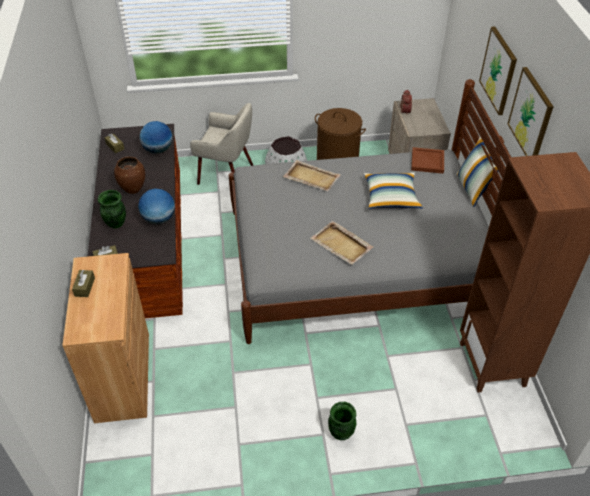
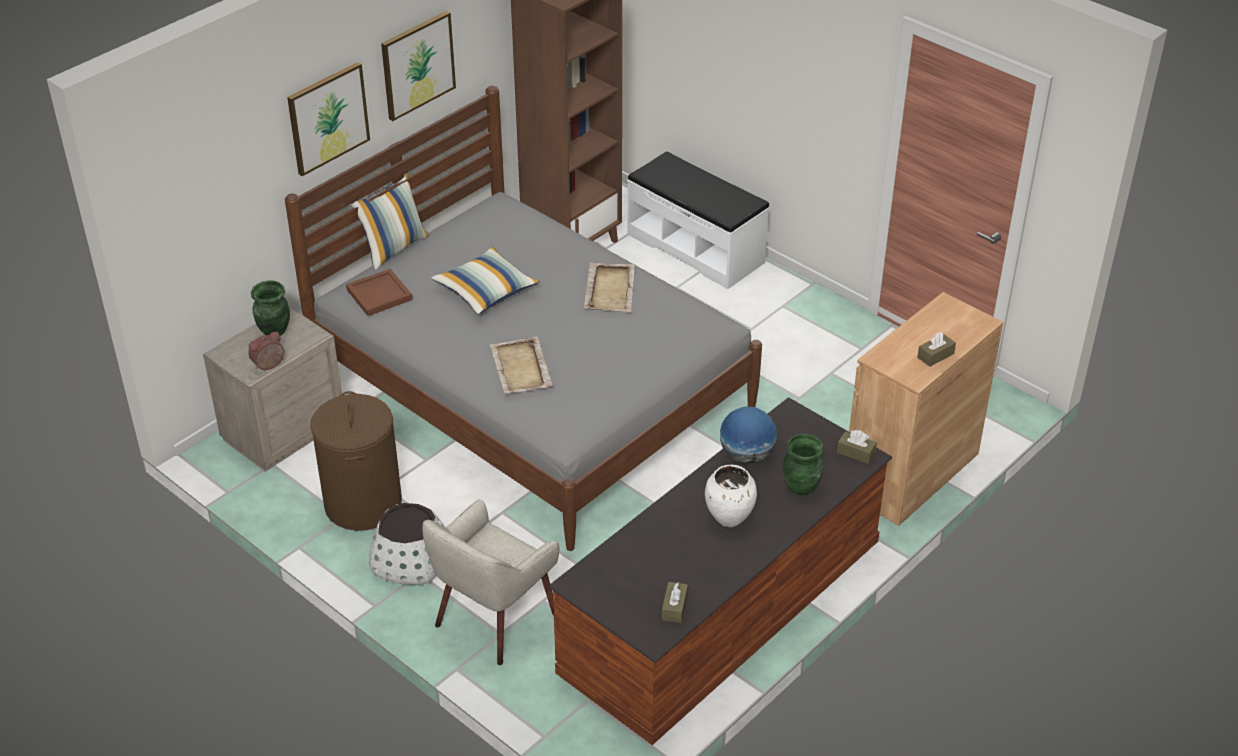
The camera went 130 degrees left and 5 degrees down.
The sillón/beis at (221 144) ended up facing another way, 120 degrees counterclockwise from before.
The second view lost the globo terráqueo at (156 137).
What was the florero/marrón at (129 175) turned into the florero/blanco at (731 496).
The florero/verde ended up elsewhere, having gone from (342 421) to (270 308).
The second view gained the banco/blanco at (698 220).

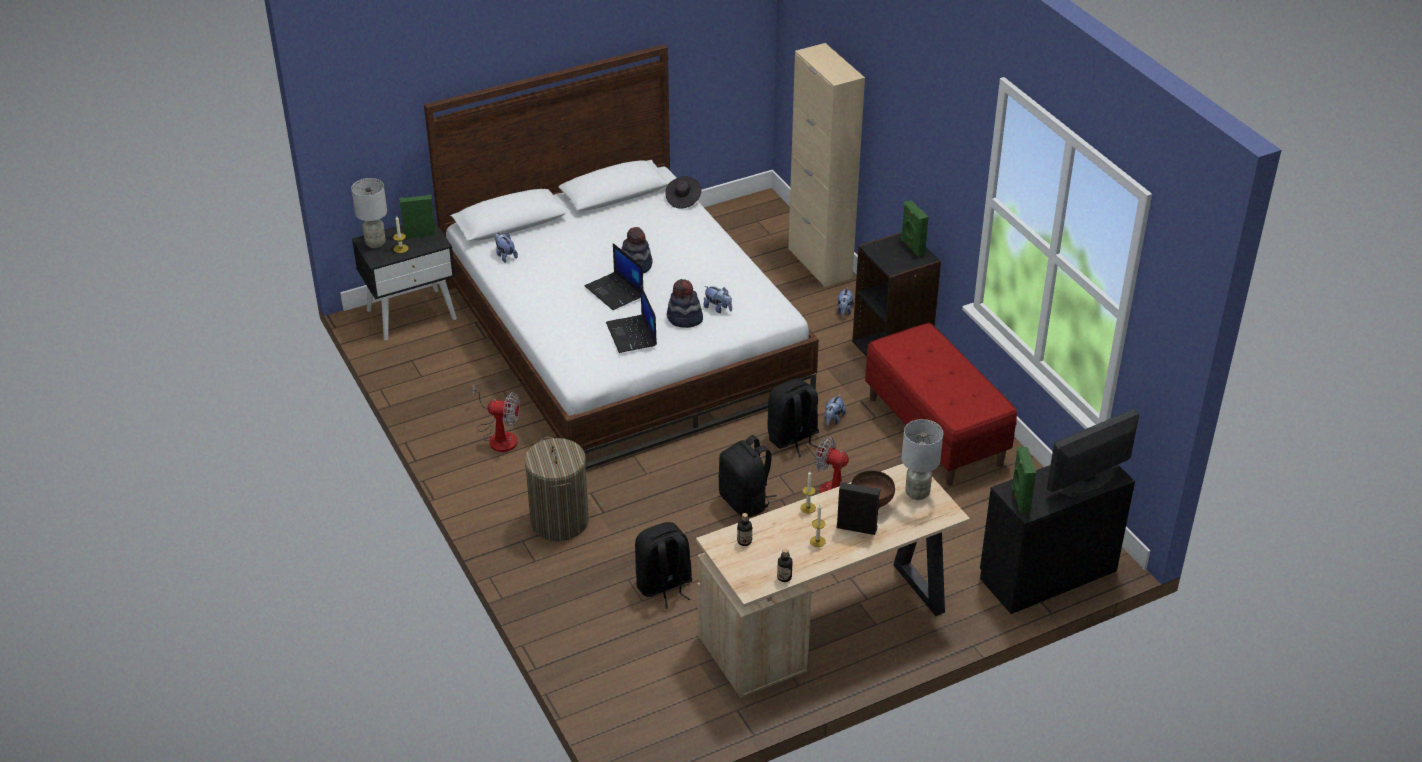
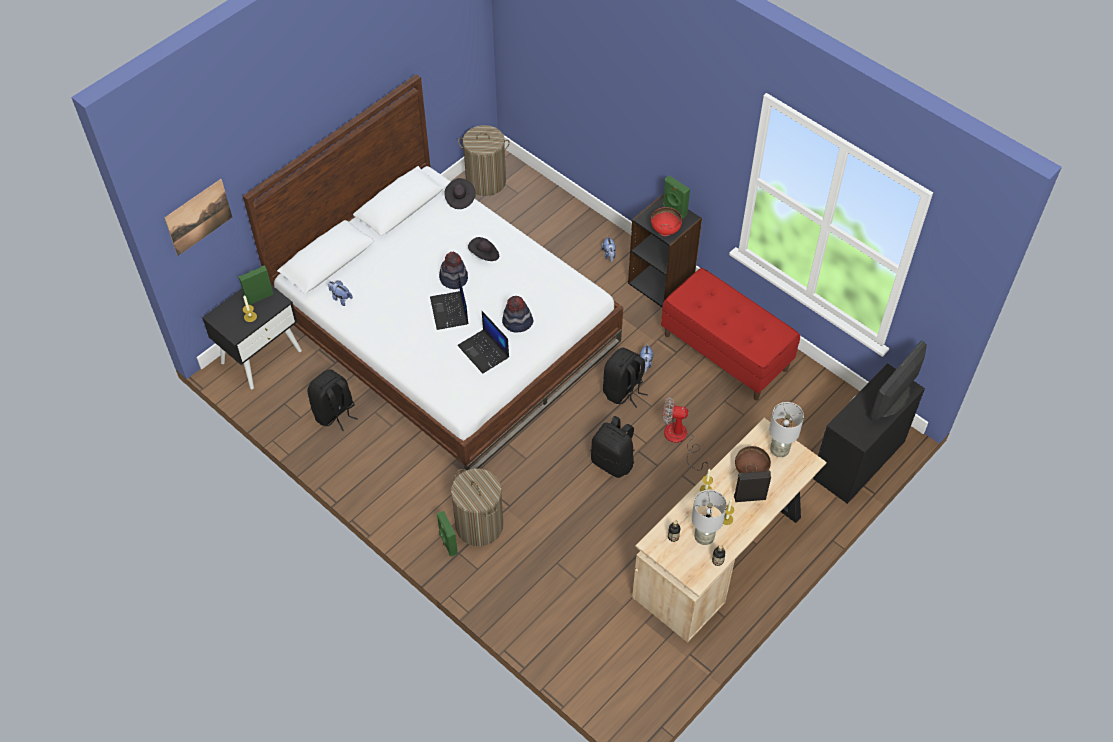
The camera went 20 degrees left and 15 degrees up.
The second view lost the armario/beis at (826 165).
The lámpara de mesa/gris ended up elsewhere, having gone from (369 213) to (709 517).
The portátil at (614 276) ended up facing another way, 45 degrees clockwise from before.
The second view lost the peluche at (717 299).
The second view lost the ventilador at (496 418).
The altavoz/verde ended up elsewhere, having gone from (1023 480) to (447 534).
The mochila/negro ended up elsewhere, having gone from (663 565) to (332 400).
The second view gained the cesto de la ropa at (484 160).
The second view gained the cuadro at (198 217).
The second view gained the cuenco/rojo at (666 221).
The second view gained the sombrero/negro at (483 249).

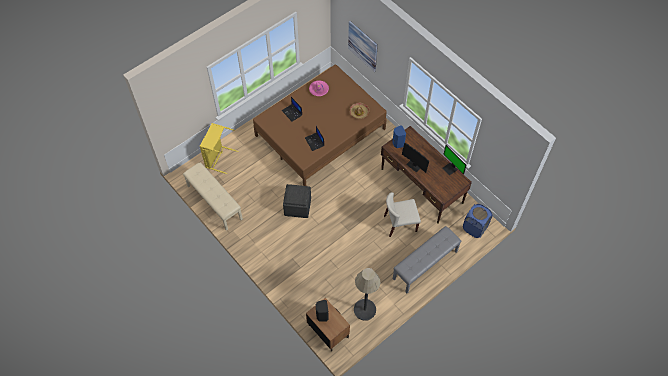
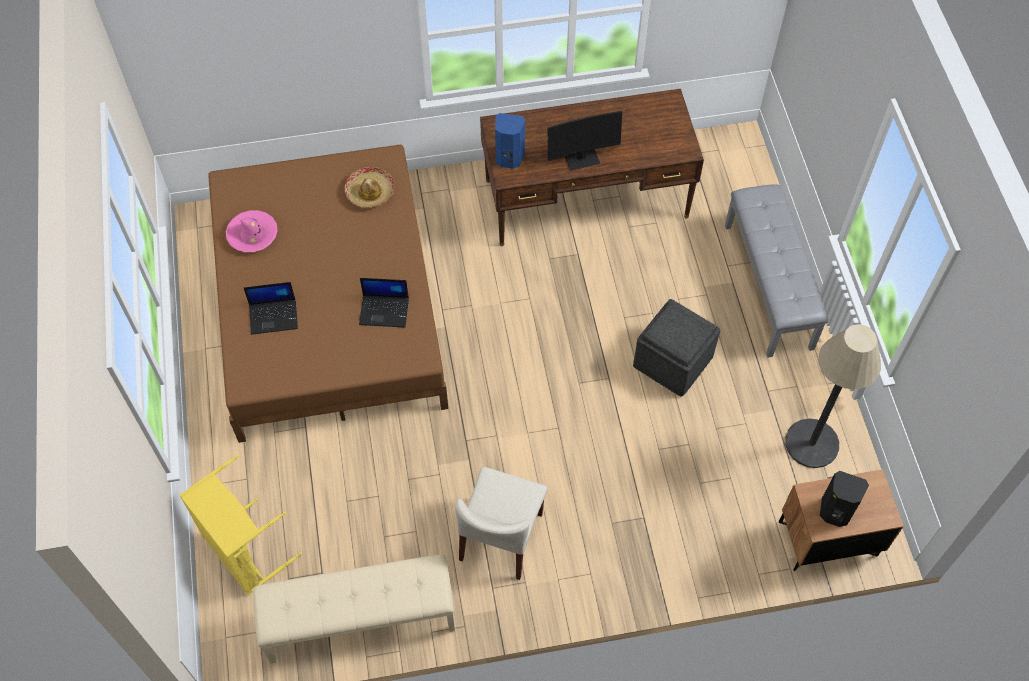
The camera went 60 degrees left and 0 degrees up.
The second view lost the cuadro at (363 46).
The second view lost the monitor at (454 160).
The puf/gris ended up elsewhere, having gone from (297 201) to (676 348).
The silla/beis ended up elsewhere, having gone from (402 214) to (501 523).
The second view lost the cesto de la ropa/azul at (477 221).

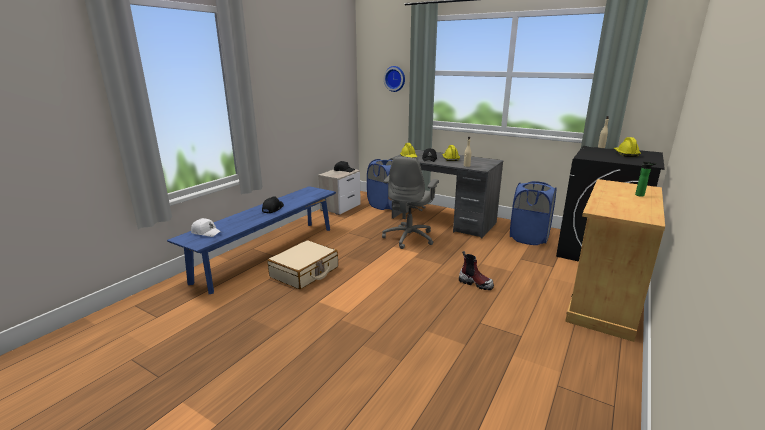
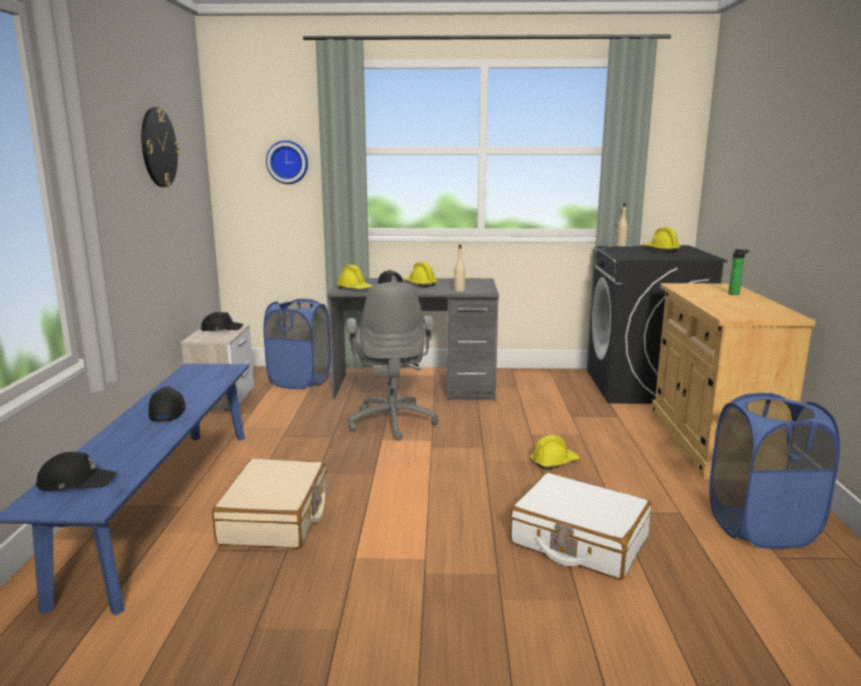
The camera went 30 degrees left and 5 degrees down.
The cesto de la ropa/azul ended up elsewhere, having gone from (533 213) to (775 471).
What was the gorra/blanco at (206 227) turned into the gorra/negro at (76 471).
Where the bota stood at (476 270), the casco/amarillo came to stand at (555 452).
The second view gained the reloj de pared at (160 147).
The second view gained the maleta/blanco at (580 526).

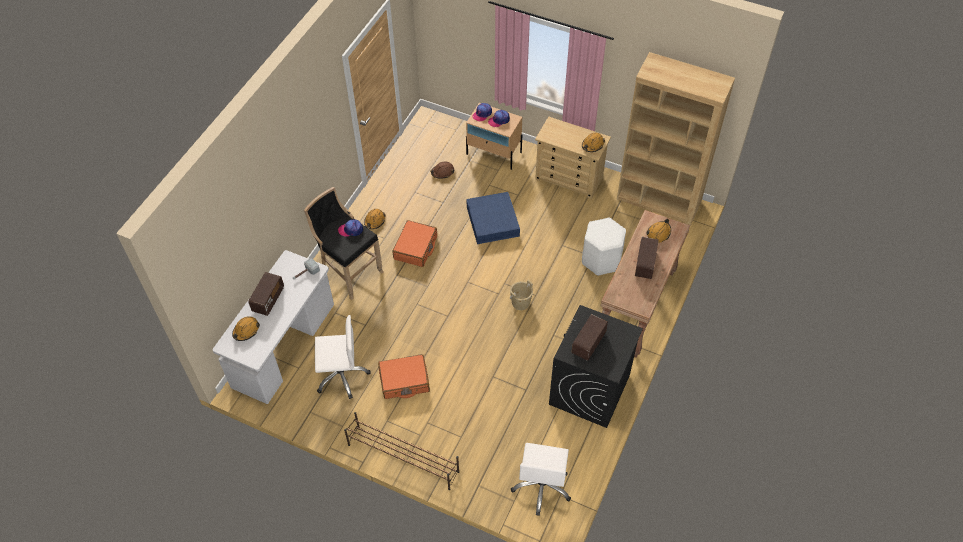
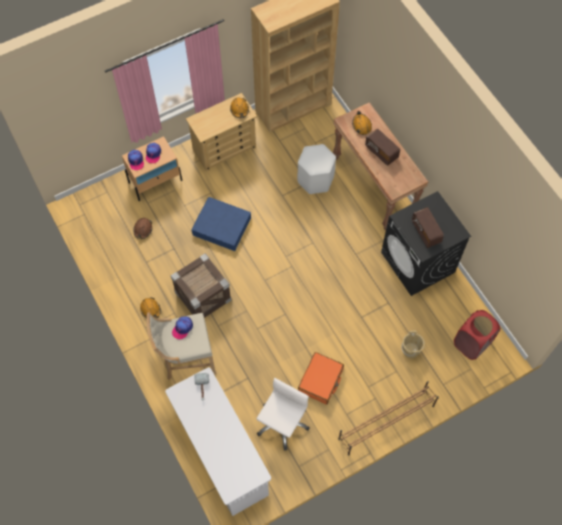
The camera went 55 degrees left and 10 degrees up.
What was the taburete/negro at (344 243) turned into the taburete/beis at (181 346).
Where the maleta/naranja stood at (414 243), the caja de embalaje came to stand at (201 285).
The second view lost the radio at (266 294).
The cubo/beis ended up elsewhere, having gone from (521 295) to (413 344).
The second view lost the casco/naranja at (246 328).
Where the silla de oficina/blanco stood at (541 479), the cesto de la ropa/rojo came to stand at (477 335).

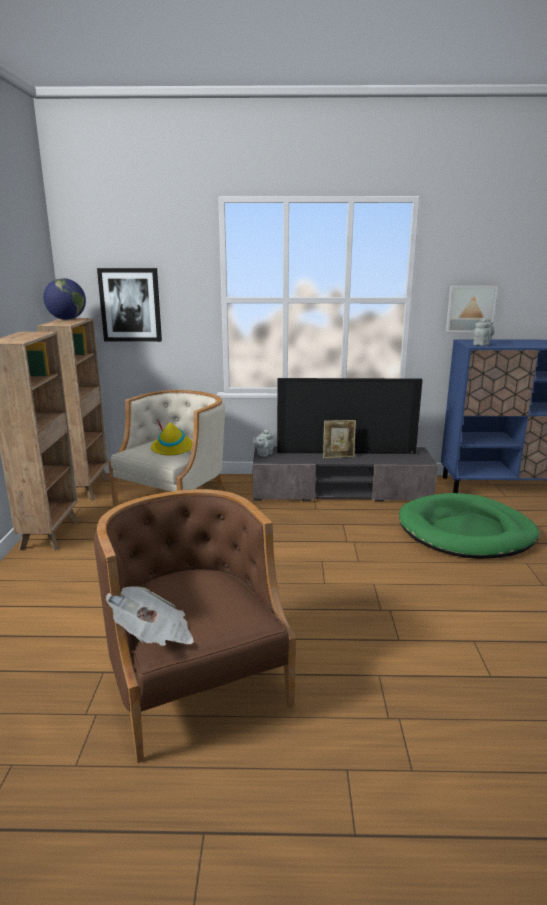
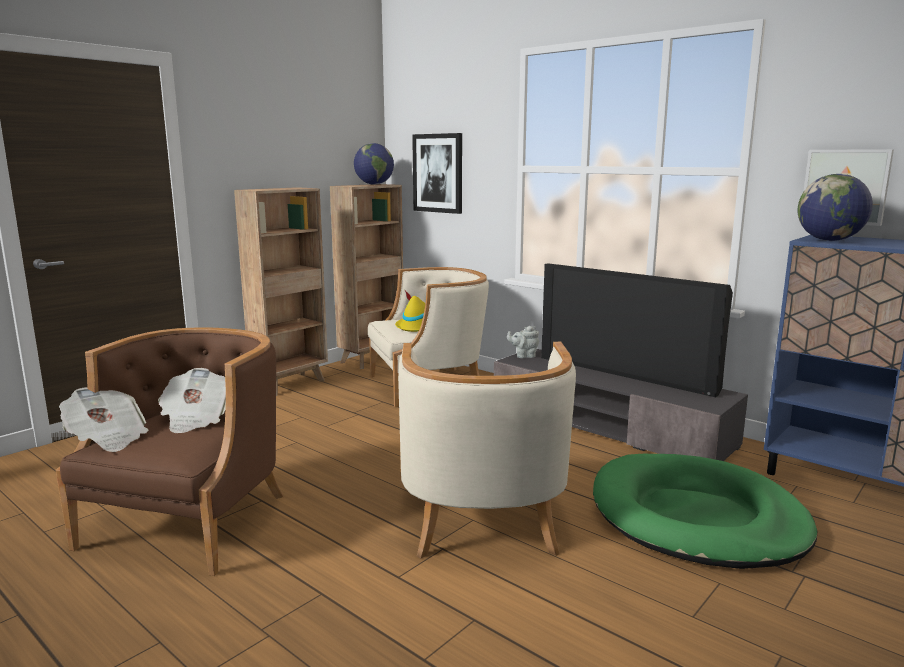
The camera went 40 degrees right and 5 degrees down.
Where the tetera/gris stood at (484 332), the globo terráqueo came to stand at (835 207).
The second view lost the portarretratos at (339 439).
The second view gained the sillón/beis at (487 450).
The second view gained the periódico at (192 400).

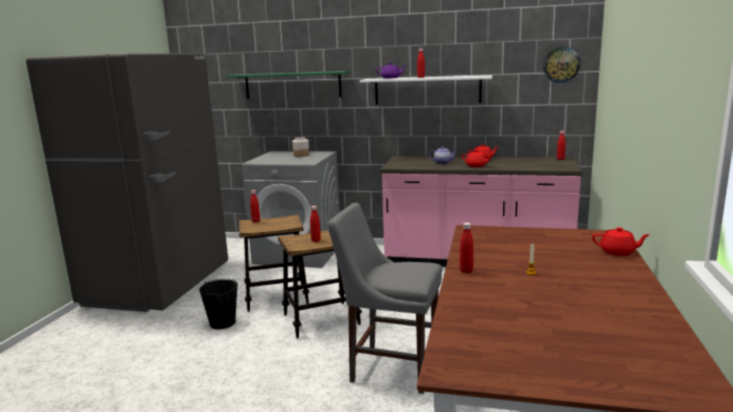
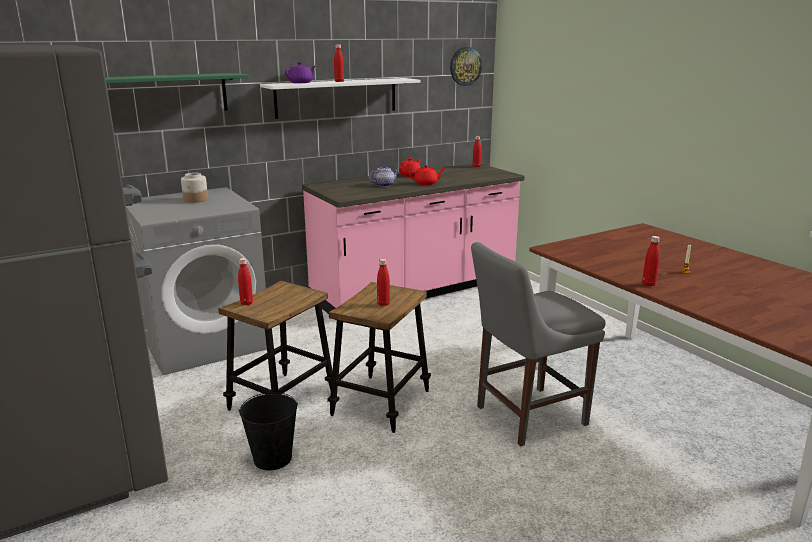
The camera went 45 degrees left and 5 degrees up.
The second view lost the tetera/rojo at (621 241).

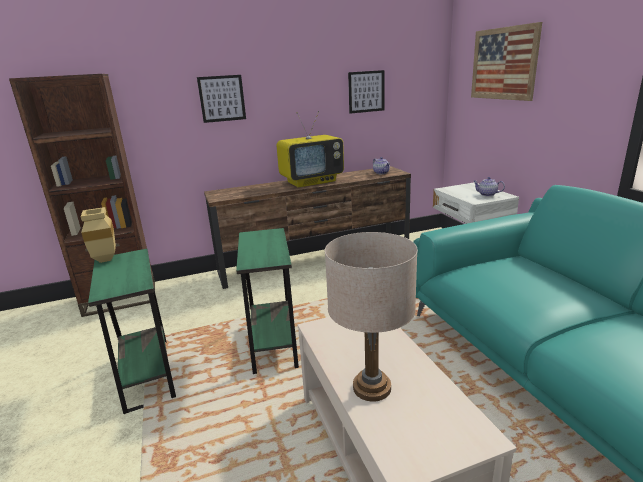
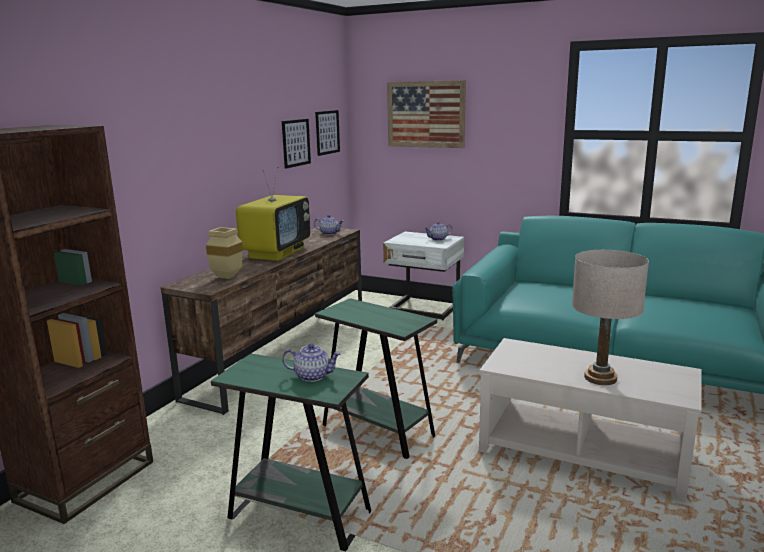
The camera went 45 degrees left and 5 degrees down.
The cuadro ended up elsewhere, having gone from (221 99) to (327 133).
The florero/beis ended up elsewhere, having gone from (98 235) to (224 253).
The second view gained the tetera at (311 362).

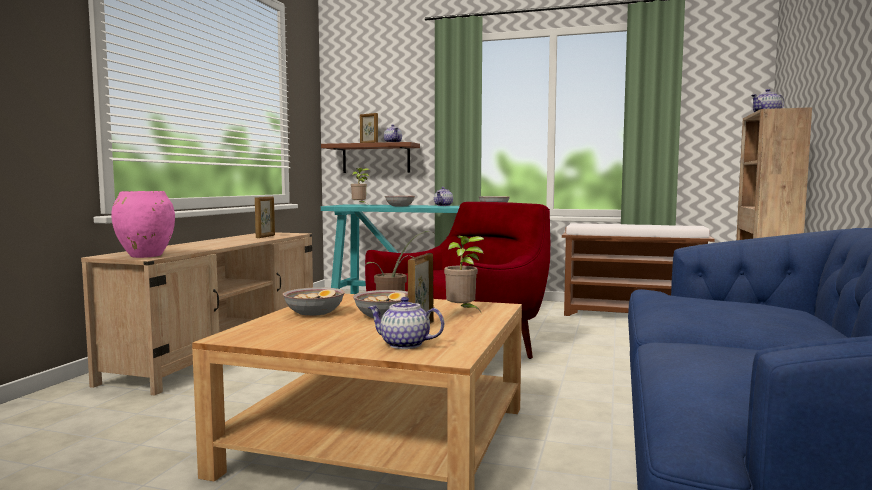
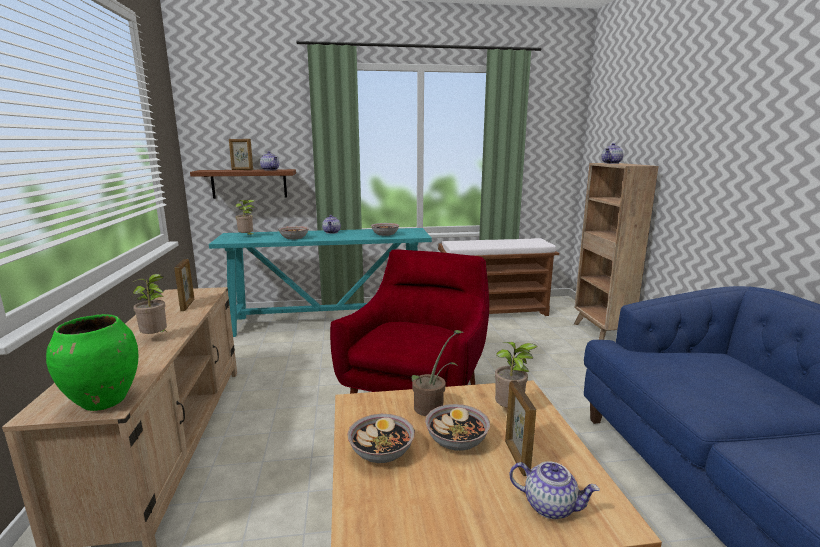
The camera went 25 degrees left and 10 degrees up.
What was the florero/rosa at (143 224) turned into the florero/verde at (92 362).
The tetera at (406 323) ended up facing another way, 150 degrees counterclockwise from before.
The second view gained the planta en maceta at (149 304).

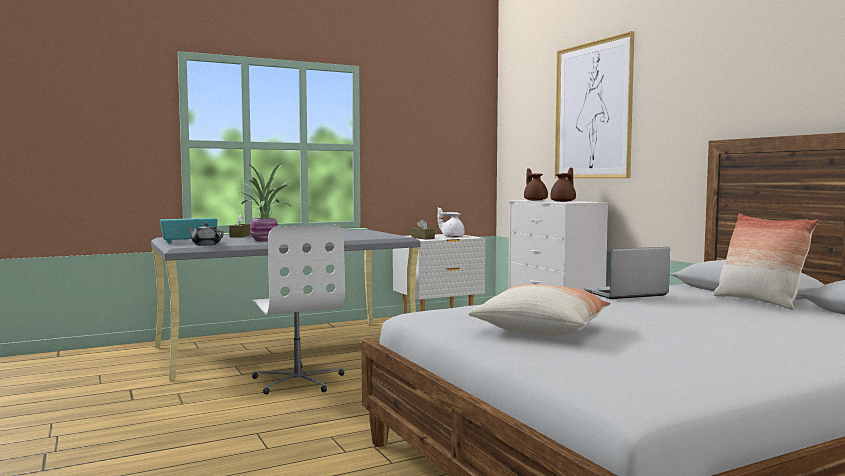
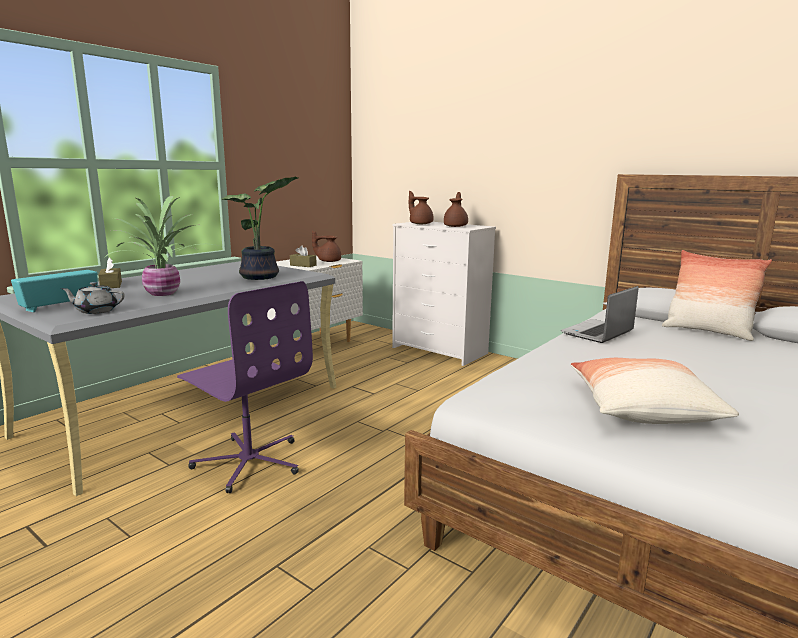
The camera went 25 degrees left and 10 degrees up.
The second view lost the cuadro at (594 104).
What was the tetera/blanco at (451 222) turned into the tetera/marrón at (326 246).
What was the silla de oficina/blanco at (298 309) turned into the silla de oficina/morado at (245 387).
The second view gained the planta en maceta at (260 228).

